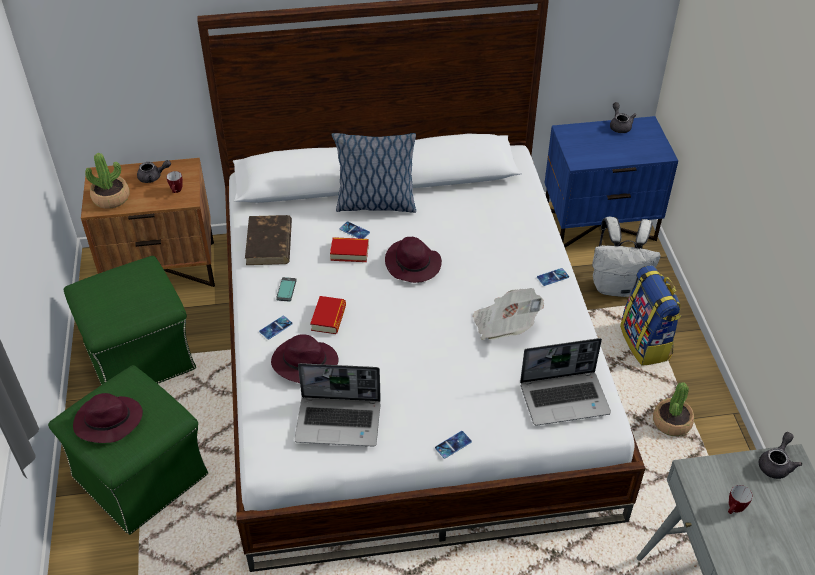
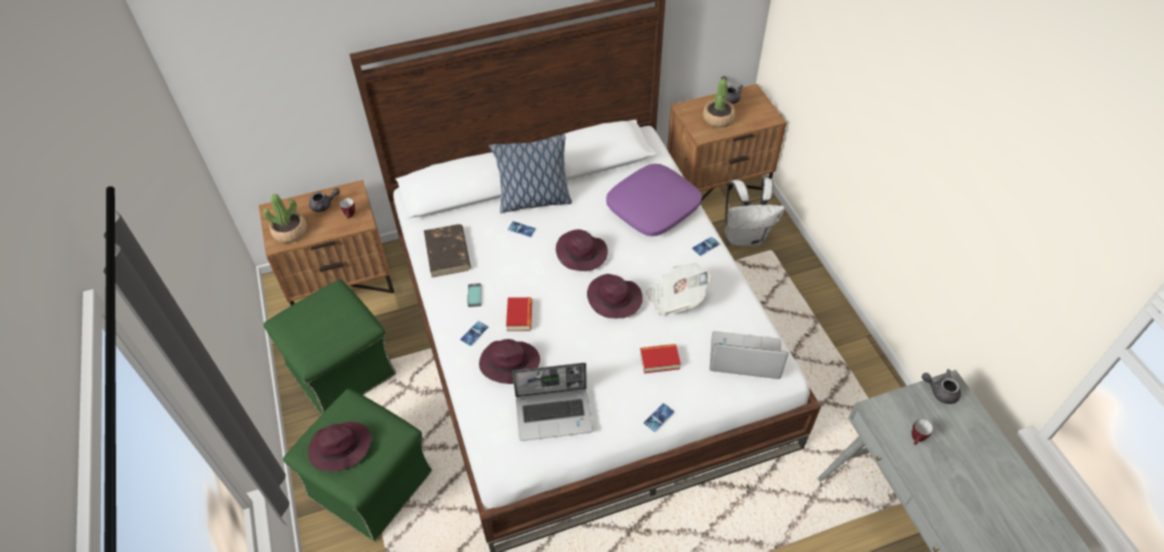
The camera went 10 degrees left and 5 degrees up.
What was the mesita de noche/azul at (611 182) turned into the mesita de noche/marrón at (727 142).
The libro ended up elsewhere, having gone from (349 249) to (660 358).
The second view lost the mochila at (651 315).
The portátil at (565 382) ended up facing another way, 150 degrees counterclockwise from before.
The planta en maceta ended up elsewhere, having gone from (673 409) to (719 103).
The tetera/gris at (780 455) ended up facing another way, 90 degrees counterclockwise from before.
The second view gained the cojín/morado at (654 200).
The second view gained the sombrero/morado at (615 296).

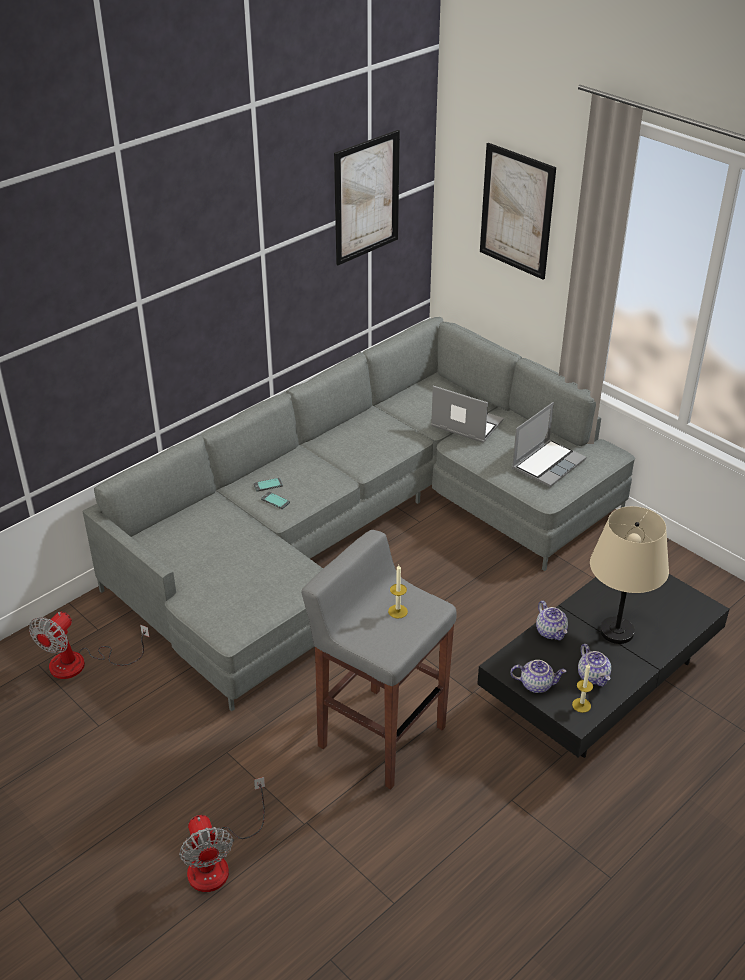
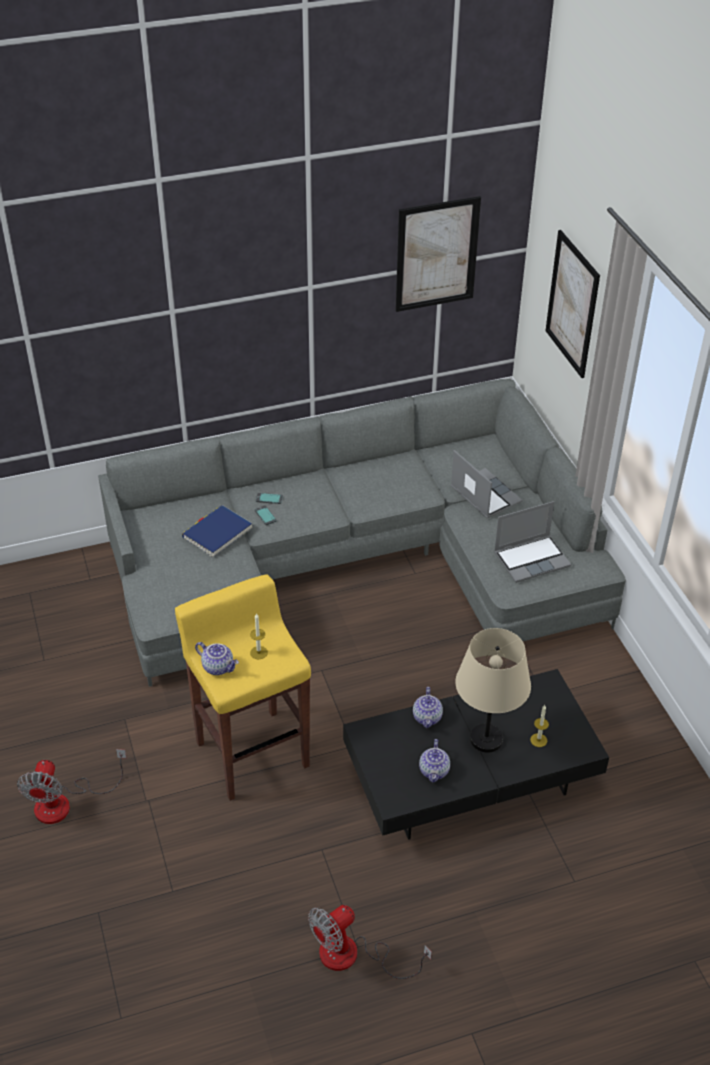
The camera went 25 degrees right and 5 degrees up.
What was the taburete/gris at (379 660) turned into the taburete/amarillo at (243 687).
The ventilador ended up elsewhere, having gone from (89 645) to (370 942).
The tetera ended up elsewhere, having gone from (538 676) to (217 658).
The vela ended up elsewhere, having gone from (582 688) to (539 726).
The second view gained the libro/azul at (217 531).

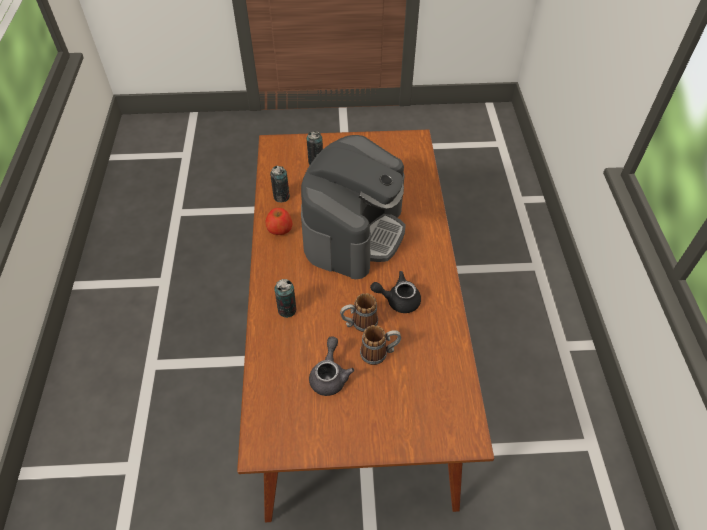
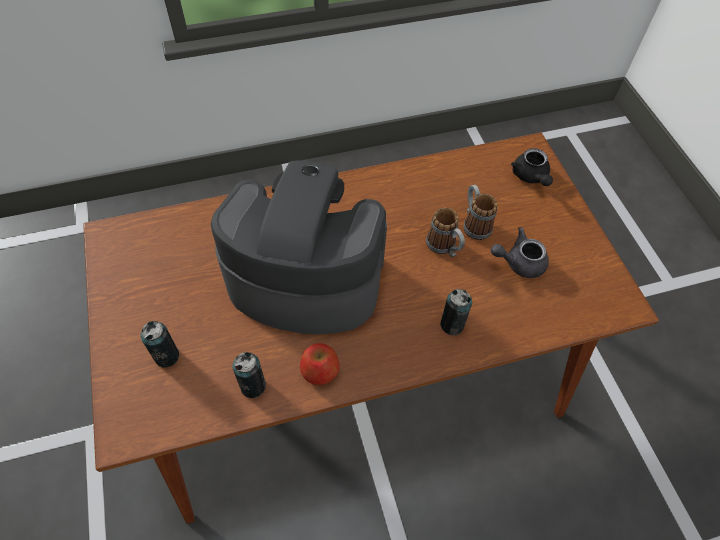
The camera went 105 degrees left and 5 degrees up.
The tetera/negro ended up elsewhere, having gone from (395 292) to (532 167).

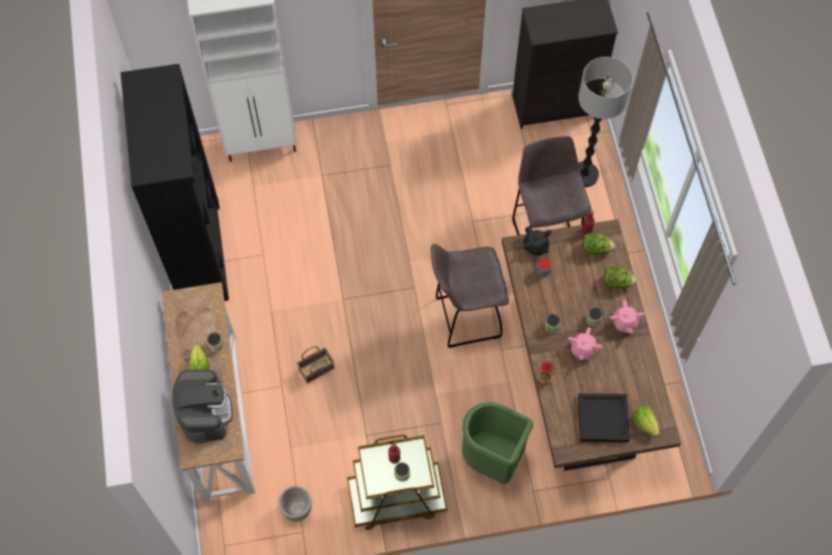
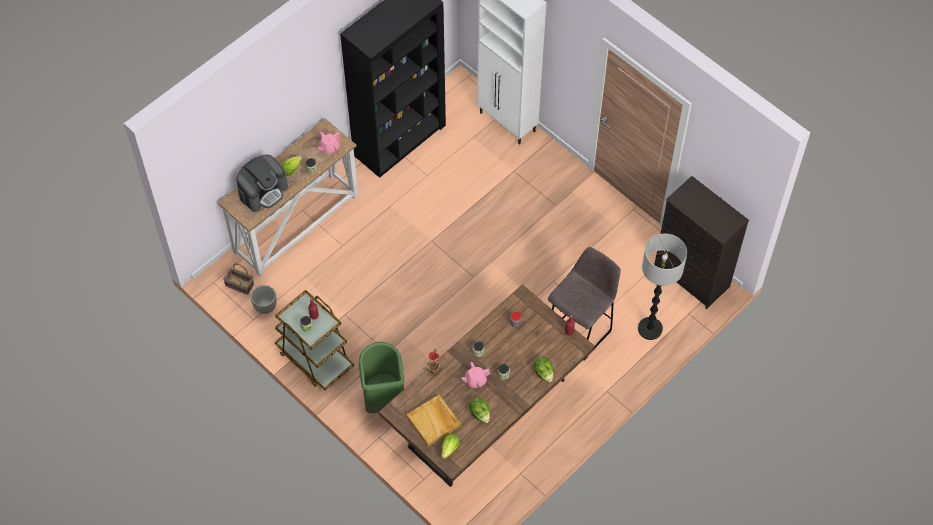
The camera went 55 degrees right and 5 degrees down.
The second view lost the tetera/negro at (537 241).
The lechuga ended up elsewhere, having gone from (599 244) to (479 410).
The second view lost the taburete/gris at (470 296).
The tetera/rosa ended up elsewhere, having gone from (627 316) to (329 143).
The cesta ended up elsewhere, having gone from (316 364) to (238 279).
What was the bandeja/negro at (604 417) turned into the bandeja/beis at (433 420).

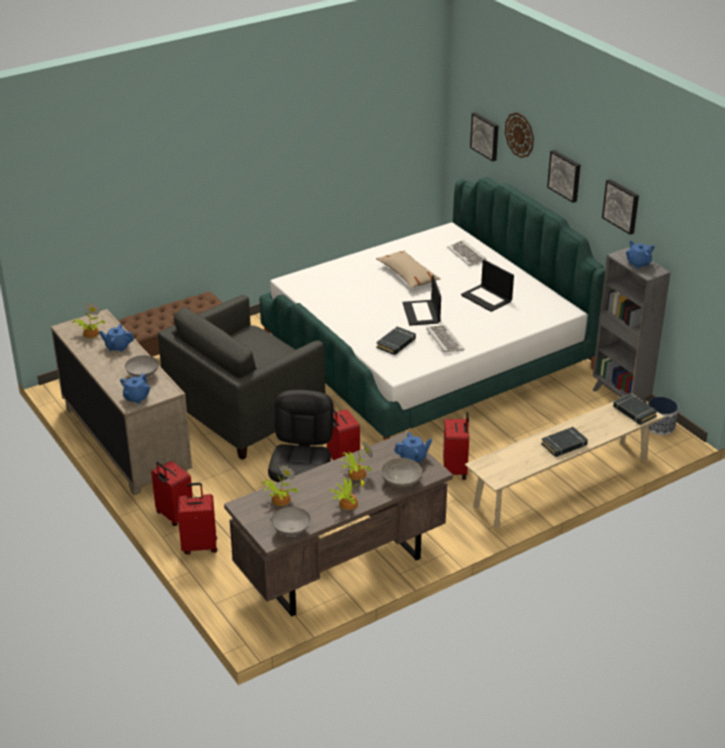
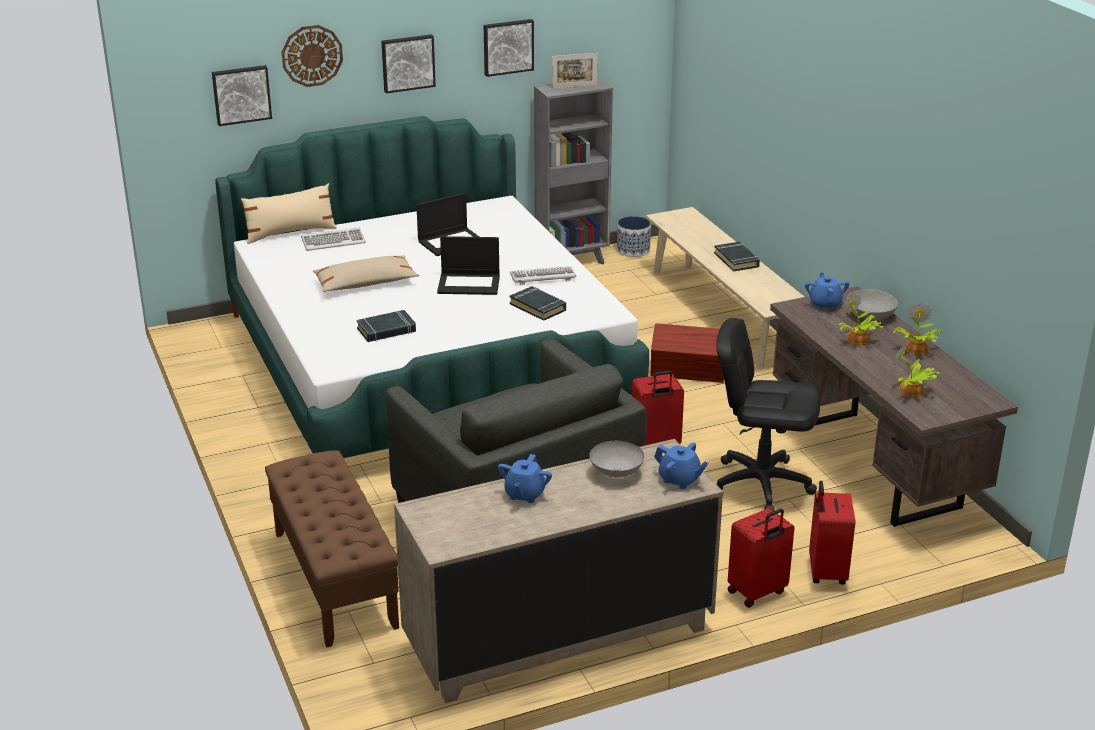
The camera went 80 degrees left and 5 degrees down.
Where the tetera/azul stood at (640 254), the portarretratos came to stand at (575 71).
The second view lost the planta en maceta at (89 320).
The libro/negro ended up elsewhere, having gone from (635 409) to (386 326).
Where the maleta/rojo stood at (456 446), the caja de almacenaje/marrón came to stand at (687 353).
The second view lost the cuenco/gris at (291 521).
The second view gained the cojín/beis at (289 213).

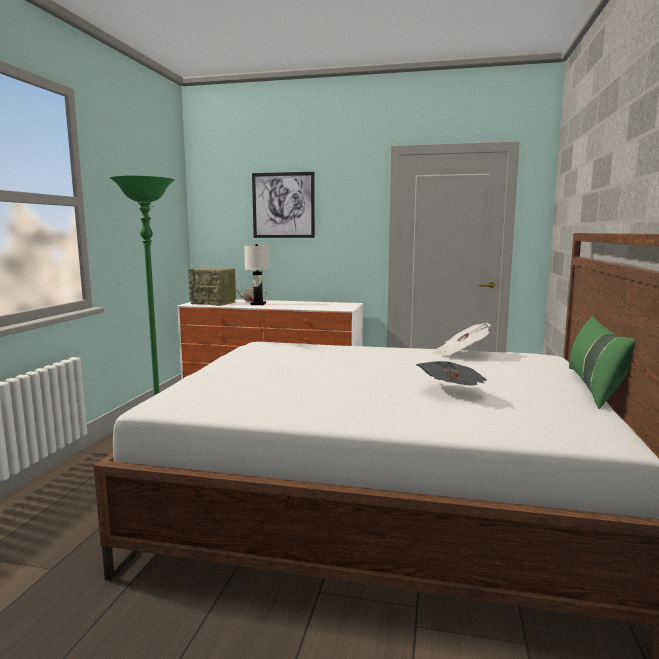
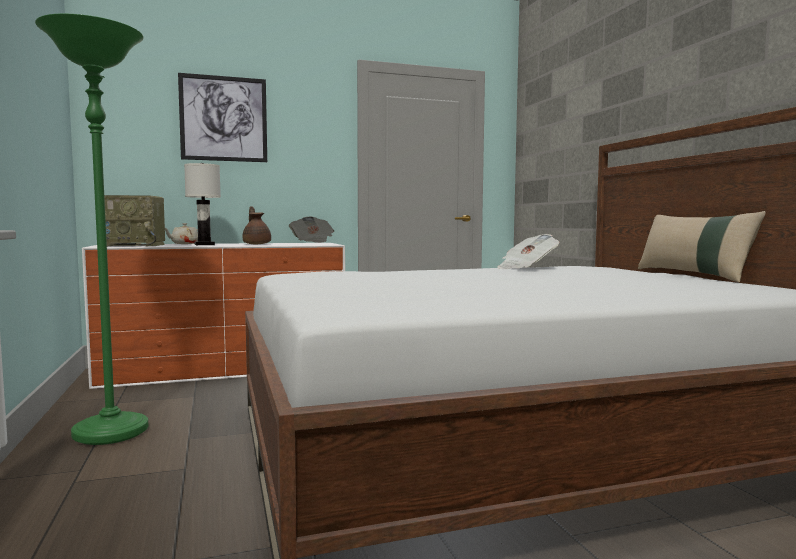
The camera went 30 degrees left and 5 degrees down.
What was the cojín/verde at (602 362) turned into the cojín/beis at (701 246).
The periódico ended up elsewhere, having gone from (451 373) to (311 230).
The second view gained the tetera/marrón at (256 225).

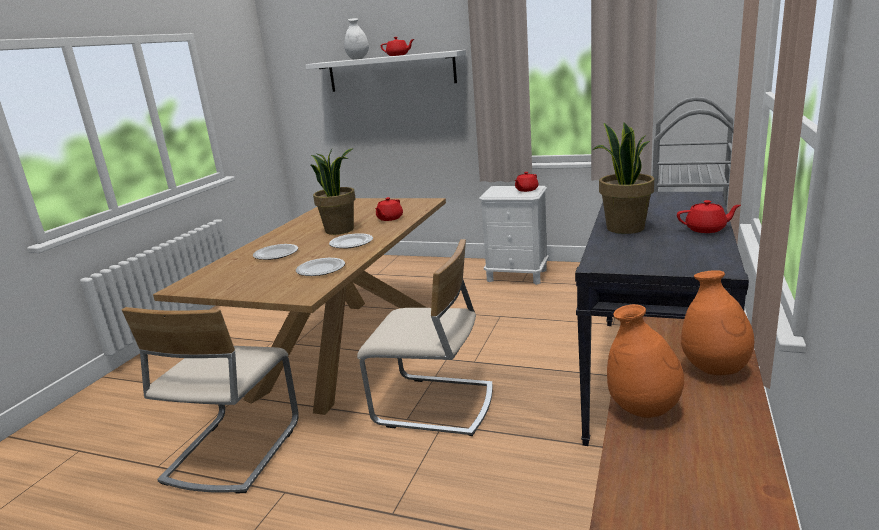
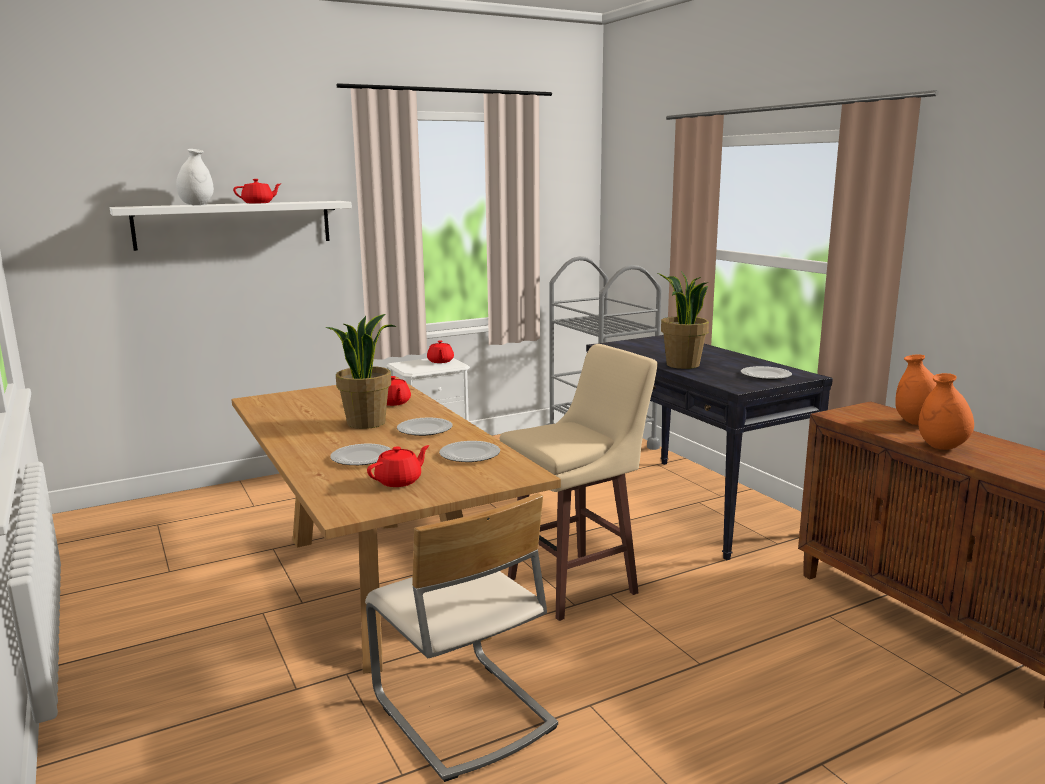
The camera went 50 degrees left and 5 degrees down.
The tetera/rojo ended up elsewhere, having gone from (709 216) to (398 466).
Where the silla/beis stood at (424 337), the taburete/beis came to stand at (579 482).
The second view gained the plato at (766 373).

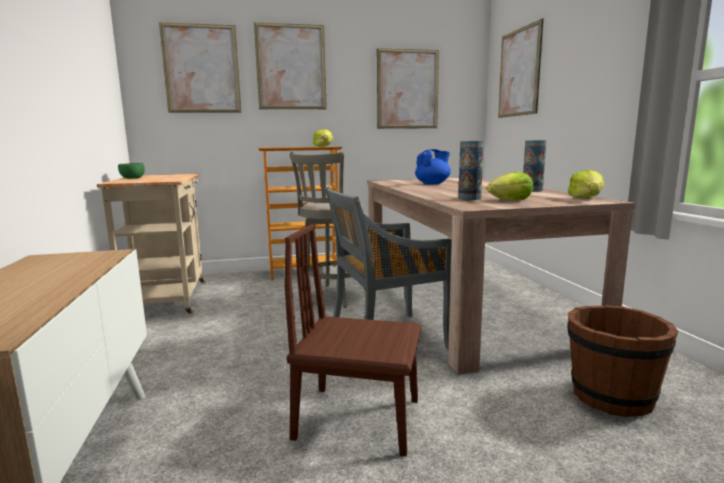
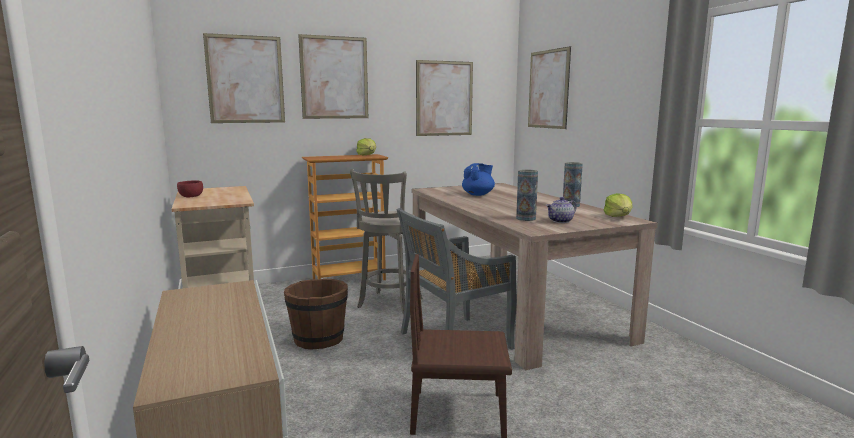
The camera went 10 degrees left and 0 degrees up.
What was the cuenco/verde at (131 171) turned into the cuenco/rojo at (190 189).
Where the lechuga stood at (510 186), the tetera came to stand at (561 210).
The cubo/marrón ended up elsewhere, having gone from (622 361) to (316 314).

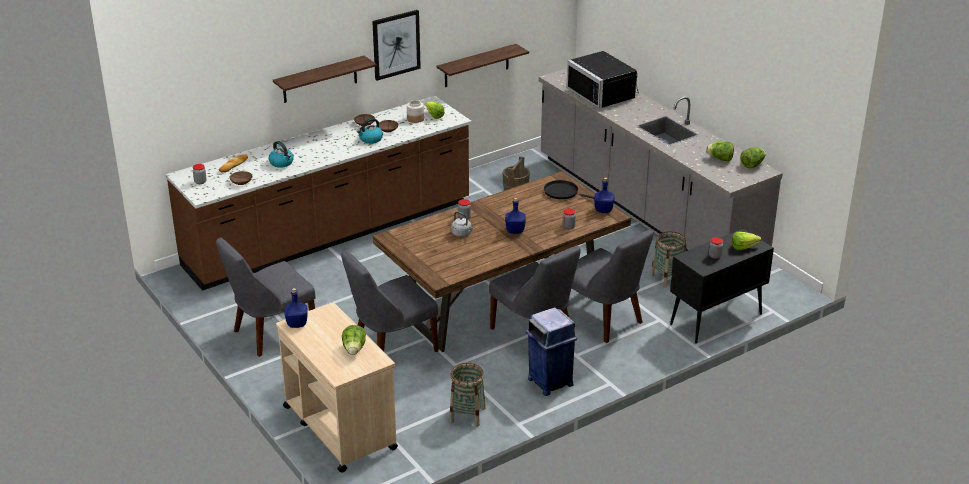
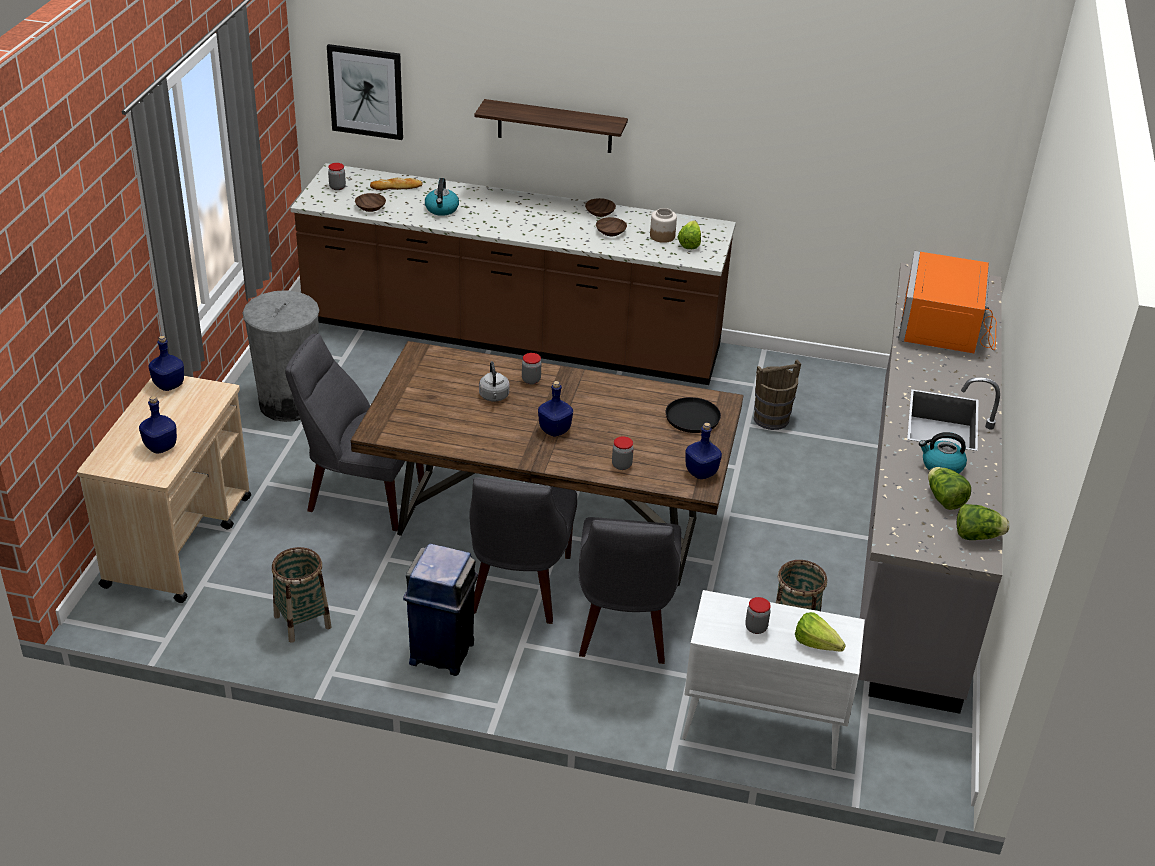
The camera went 45 degrees right and 5 degrees up.
The cuadro ended up elsewhere, having gone from (396 45) to (365 92).
The second view lost the estante at (482 65).
What was the microondas/negro at (603 80) turned into the microondas/naranja at (947 302).
The hervidor ended up elsewhere, having gone from (370 131) to (943 453).
What was the armario/negro at (722 286) turned into the armario/blanco at (773 679).
Where the silla/gris stood at (265 297), the papelera/gris came to stand at (280 356).
Where the lechuga stood at (354 340), the botella/azul came to stand at (158 425).

